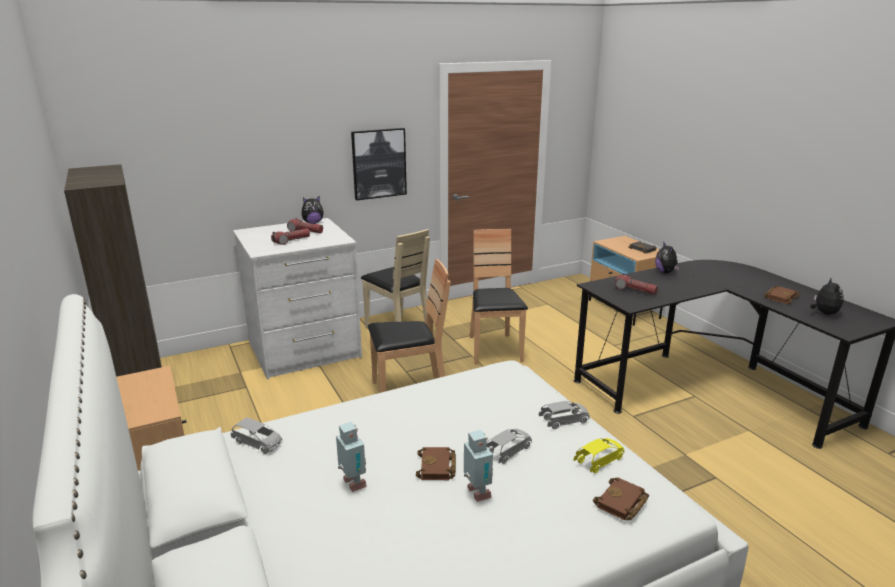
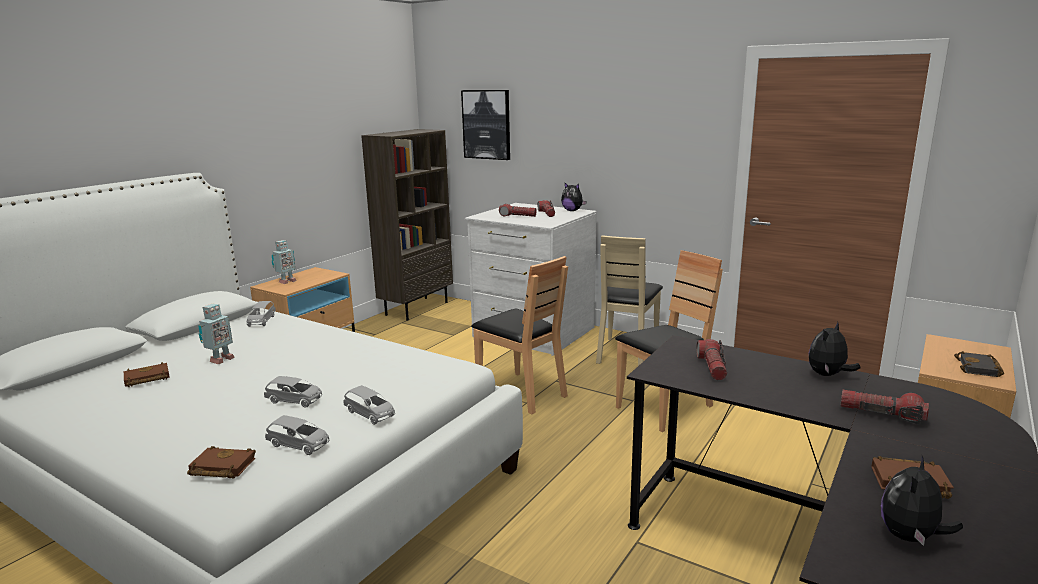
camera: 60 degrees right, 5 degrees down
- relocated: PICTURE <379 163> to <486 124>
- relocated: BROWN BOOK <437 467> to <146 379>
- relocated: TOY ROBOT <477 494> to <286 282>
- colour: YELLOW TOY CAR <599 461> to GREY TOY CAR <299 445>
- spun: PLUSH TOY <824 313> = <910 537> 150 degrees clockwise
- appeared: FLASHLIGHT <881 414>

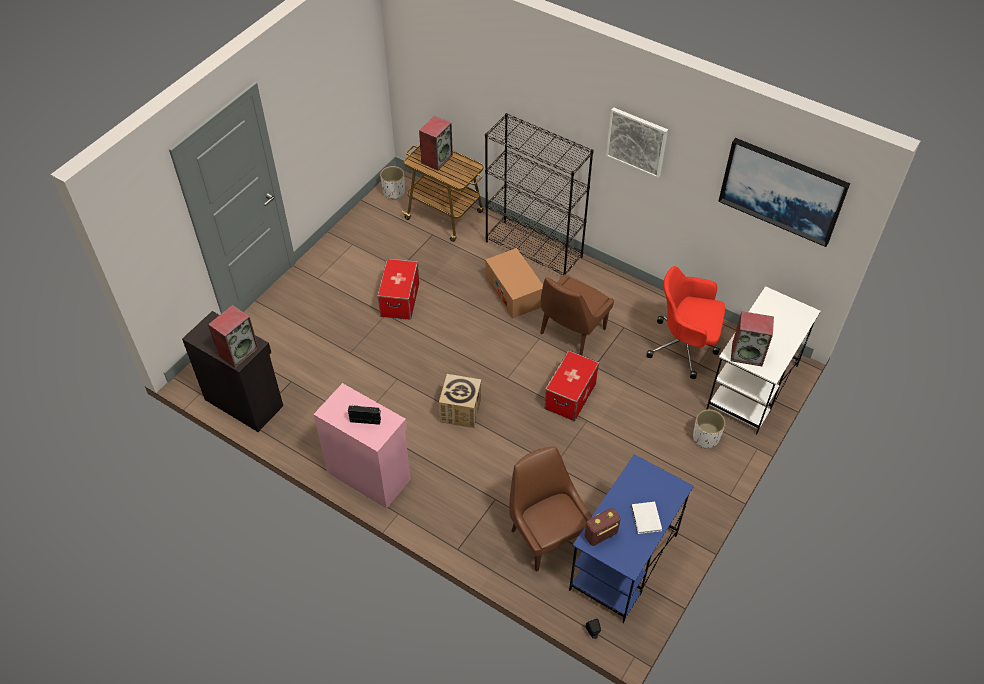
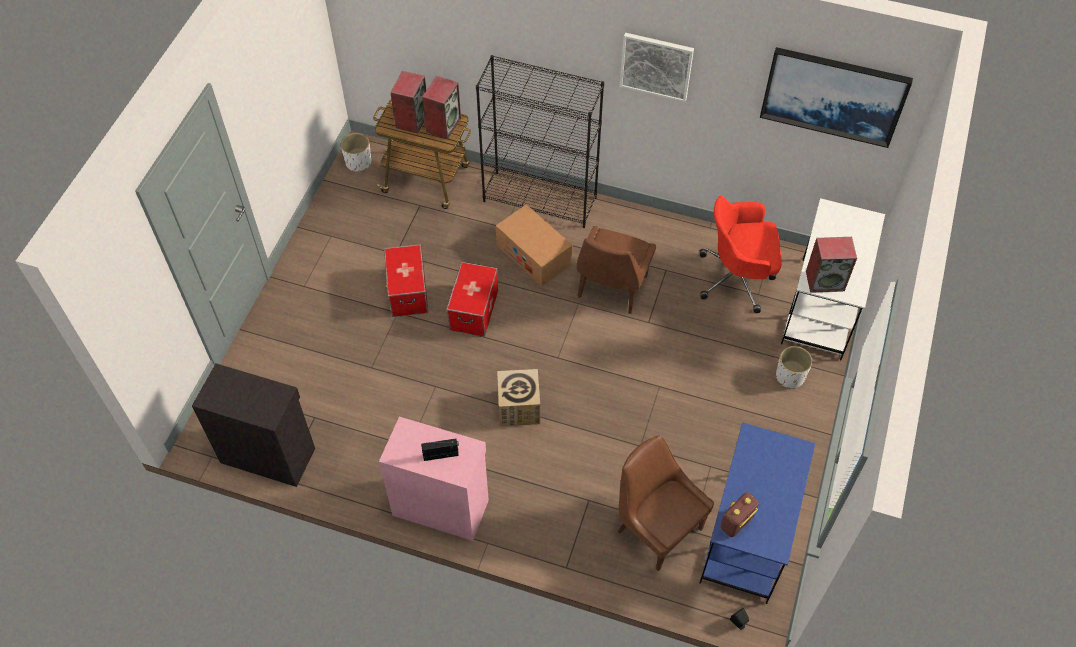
camera: 15 degrees left, 5 degrees up
- relocated: SPEAKER <238 351> to <443 124>
- relocated: STORAGE BOX <570 396> to <474 310>
- missing: WHITE BOOK <646 519>

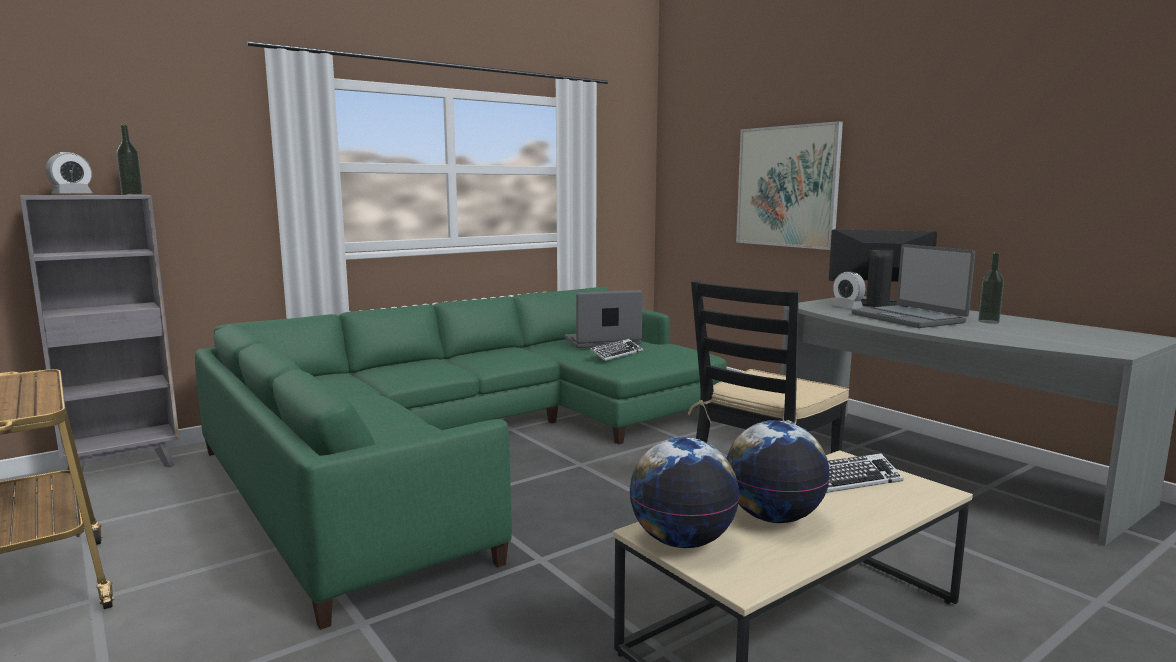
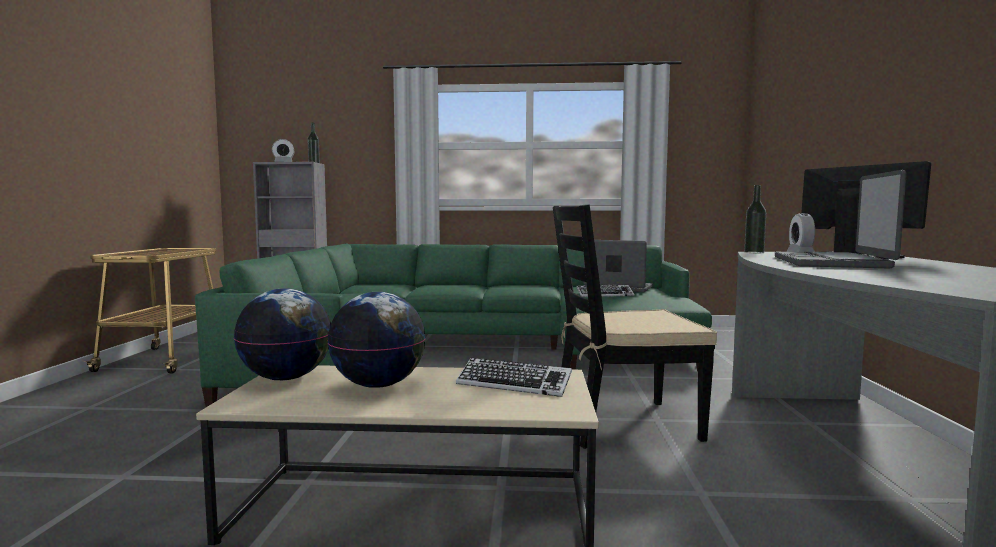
camera: 40 degrees right, 5 degrees down
- missing: PICTURE <787 186>
- relocated: BOTTLE <988 321> to <754 252>

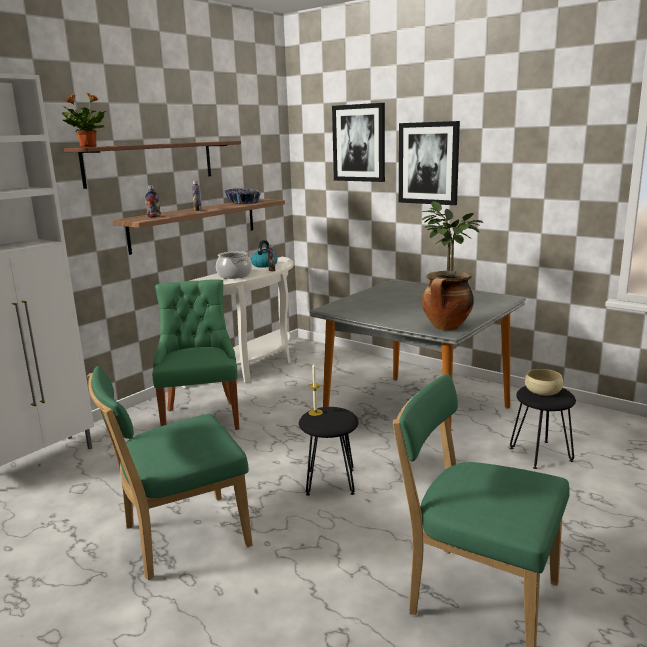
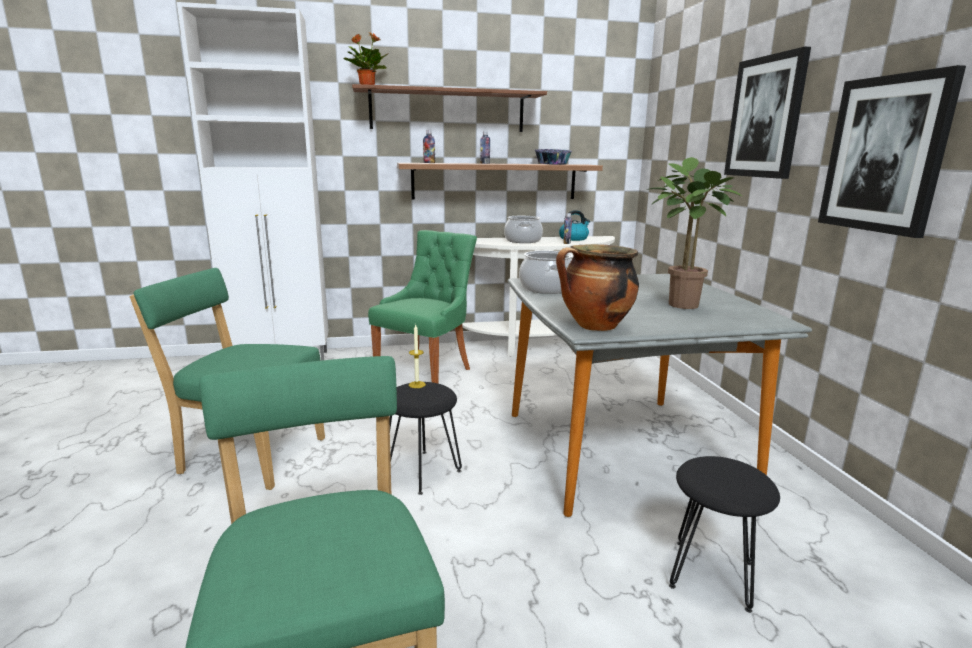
camera: 40 degrees right, 0 degrees up
- relocated: PICTURE <359 143> to <885 155>
- missing: BEIGE BOWL <543 391>
- appeared: COOKING POT <546 288>

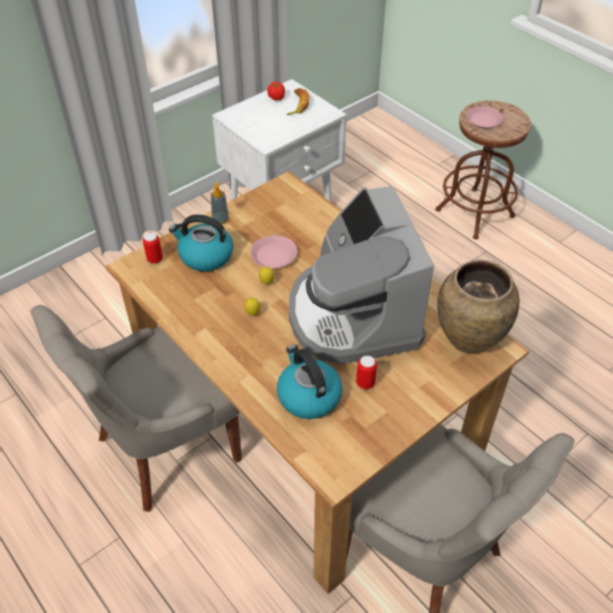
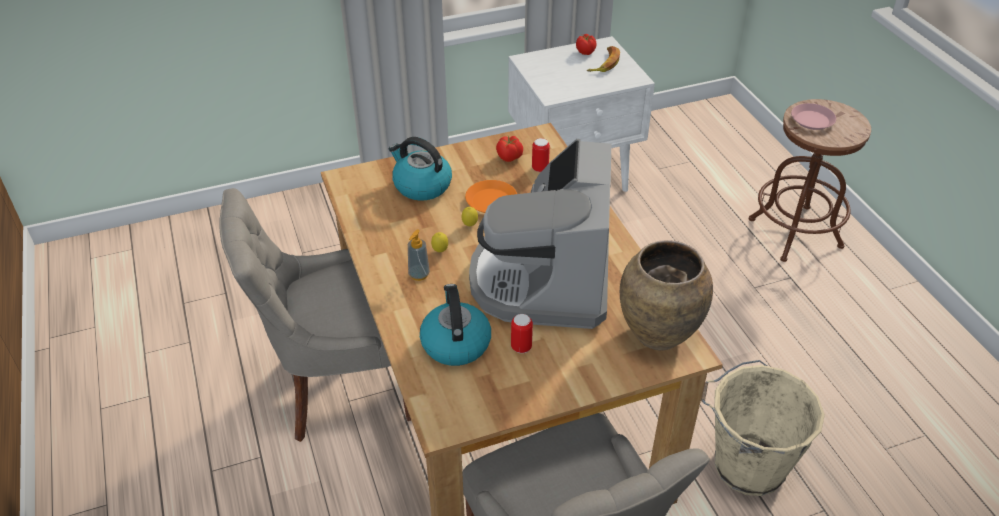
camera: 20 degrees right, 5 degrees down
- relocated: CAN <155 259> to <540 168>
- relocated: SOAP DISPENSER <220 220> to <419 274>
- colour: PINK PLATE <273 255> to ORANGE PLATE <491 201>
- appeared: TOMATO <509 157>
- appeared: BEIGE BUCKET <746 465>

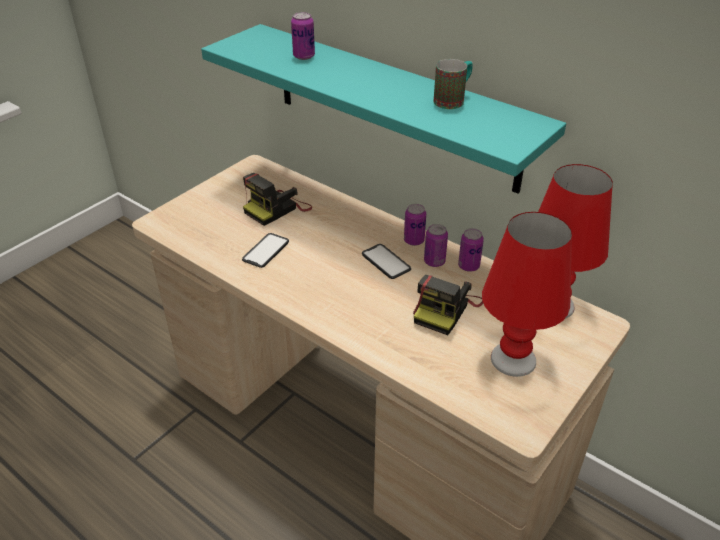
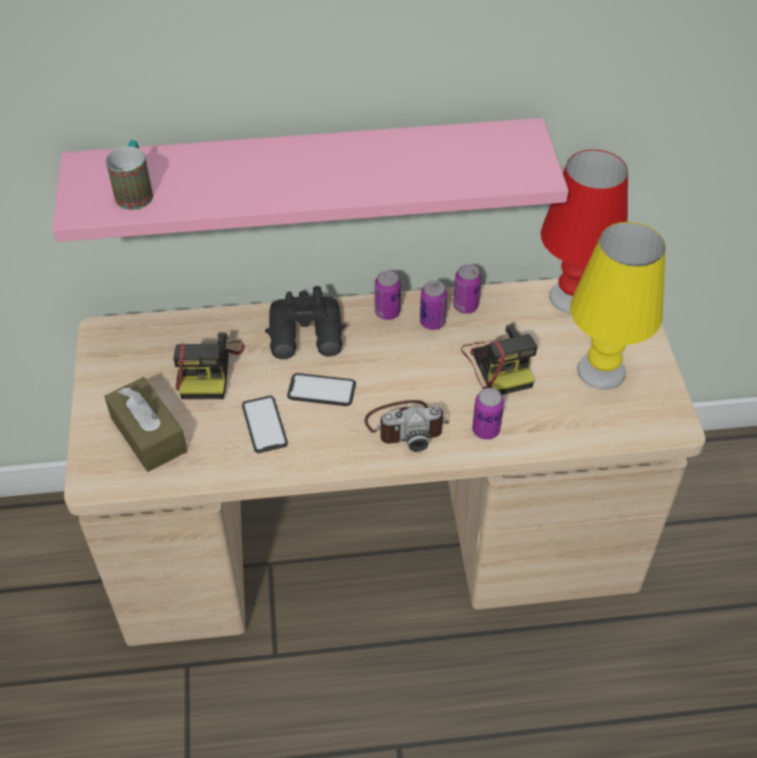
camera: 45 degrees left, 10 degrees up
- colour: TURQUOISE SHELF <393 106> to PINK SHELF <308 178>
- relocated: CAN <304 56> to <486 430>
- relocated: PHONE <386 262> to <321 390>
- relocated: MUG <453 100> to <135 191>
- colour: RED TABLE LAMP <514 359> to YELLOW TABLE LAMP <601 370>
- appeared: BROWN TISSUE BOX <148 434>
- appeared: BLACK BINOCULARS <307 337>
- appeared: PHOTO CAMERA <406 426>

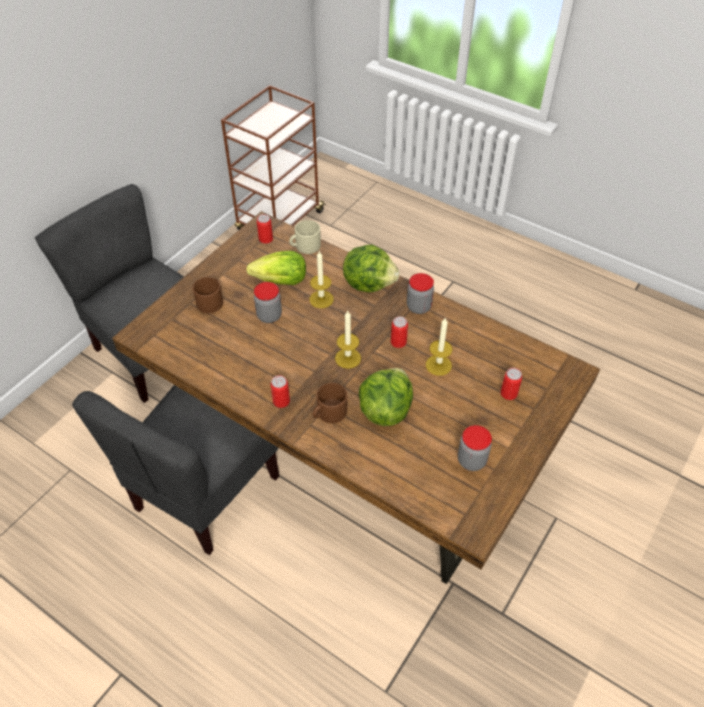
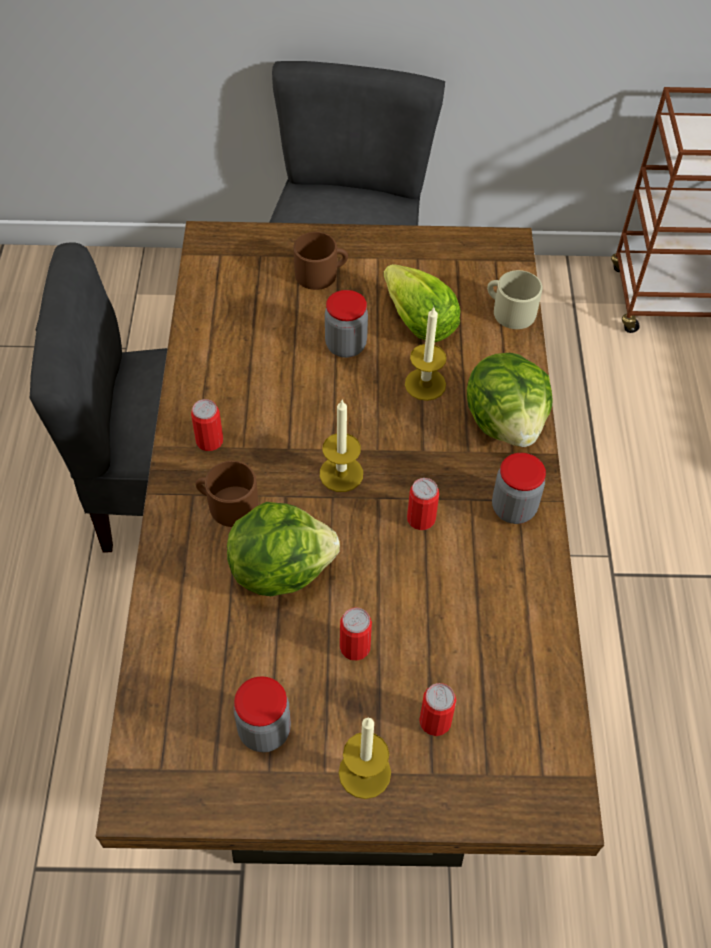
camera: 55 degrees right, 5 degrees up
- relocated: CAN <266 239> to <355 647>
- relocated: CANDLE <438 365> to <364 772>

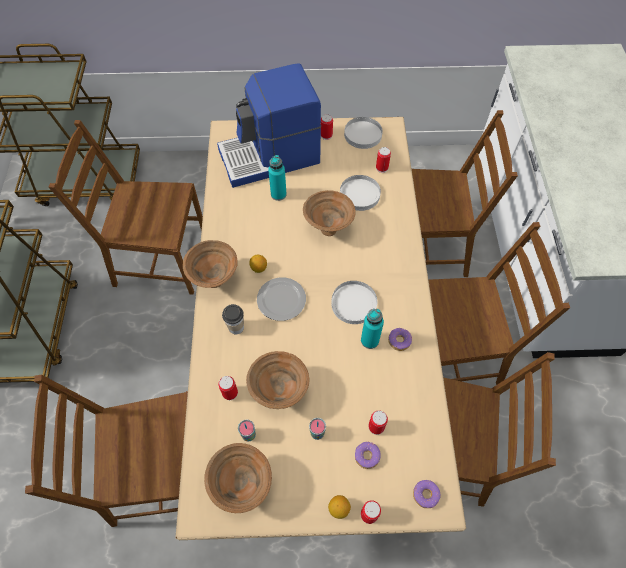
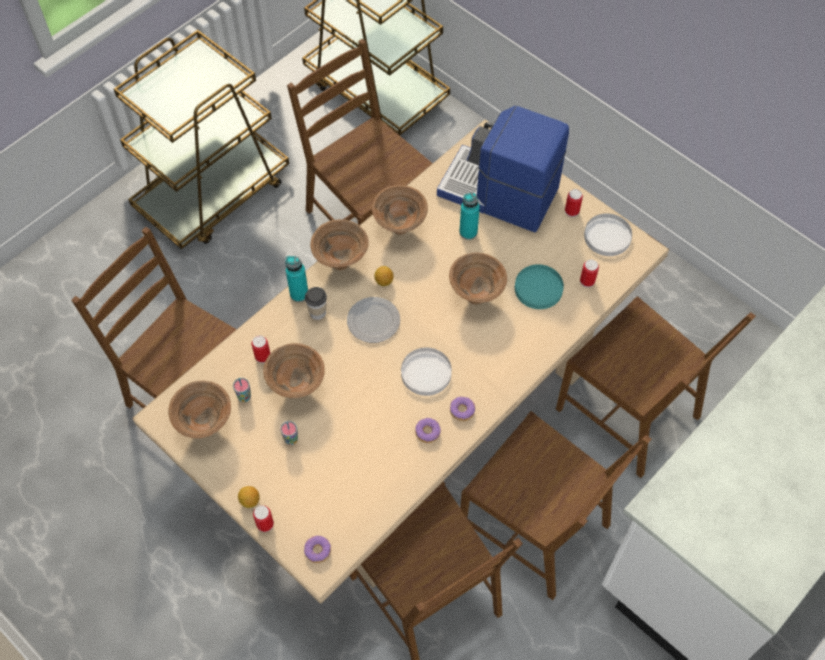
camera: 45 degrees right, 0 degrees up
- colour: WHITE PLATE <359 194> to TURQUOISE PLATE <538 288>
- relocated: DONUT <366 456> to <462 410>
- relocated: TURQUOISE BOTTLE <369 340> to <299 294>
- missing: CAN <376 427>
- appeared: BROWN BOWL <400 228>

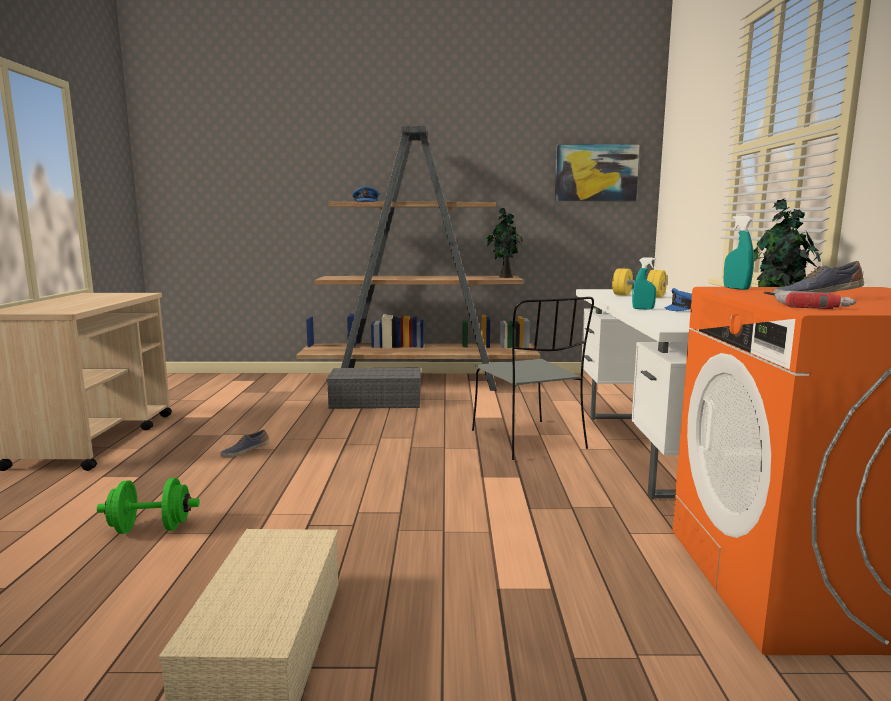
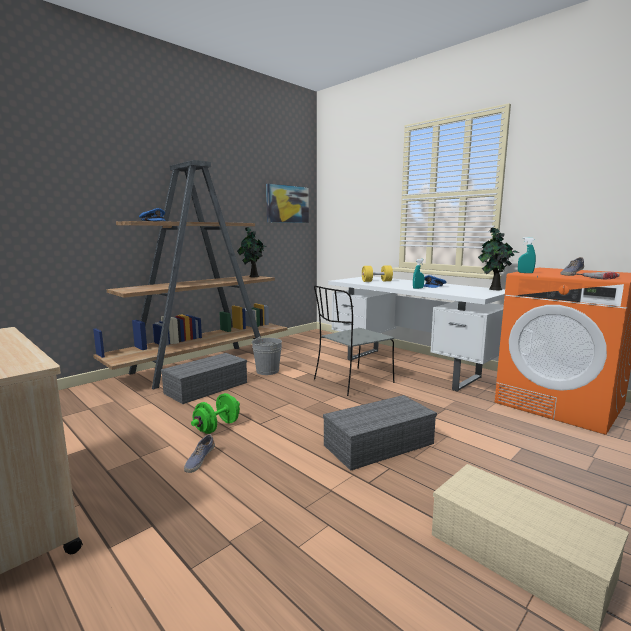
camera: 45 degrees left, 0 degrees up
- relocated: GREEN DUMBBELL <151 528> to <217 427>
- spun: GREY CHAIR <529 440> = <352 382> 120 degrees clockwise
- appeared: GREY BUCKET <267 371>
- appeared: GREY STORAGE BOX <379 443>

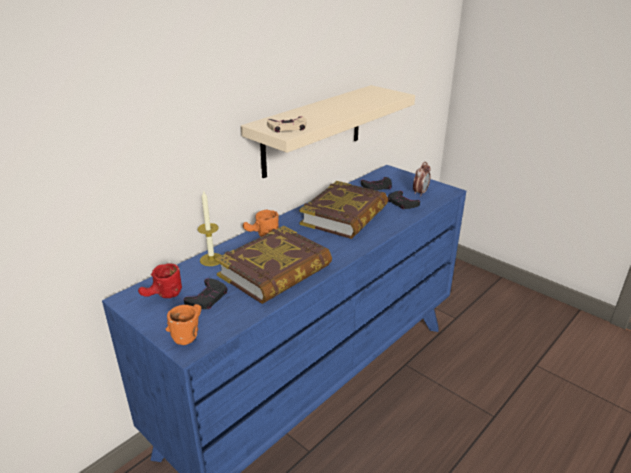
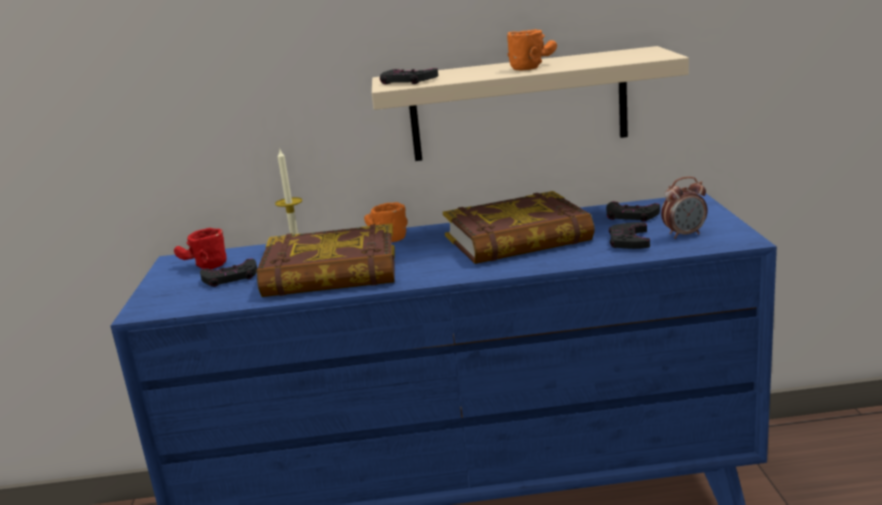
camera: 45 degrees right, 10 degrees down
- relocated: ORANGE MUG <188 331> to <533 66>
- colour: BEIGE GAME CONTROLLER <287 128> to BLACK GAME CONTROLLER <407 81>

